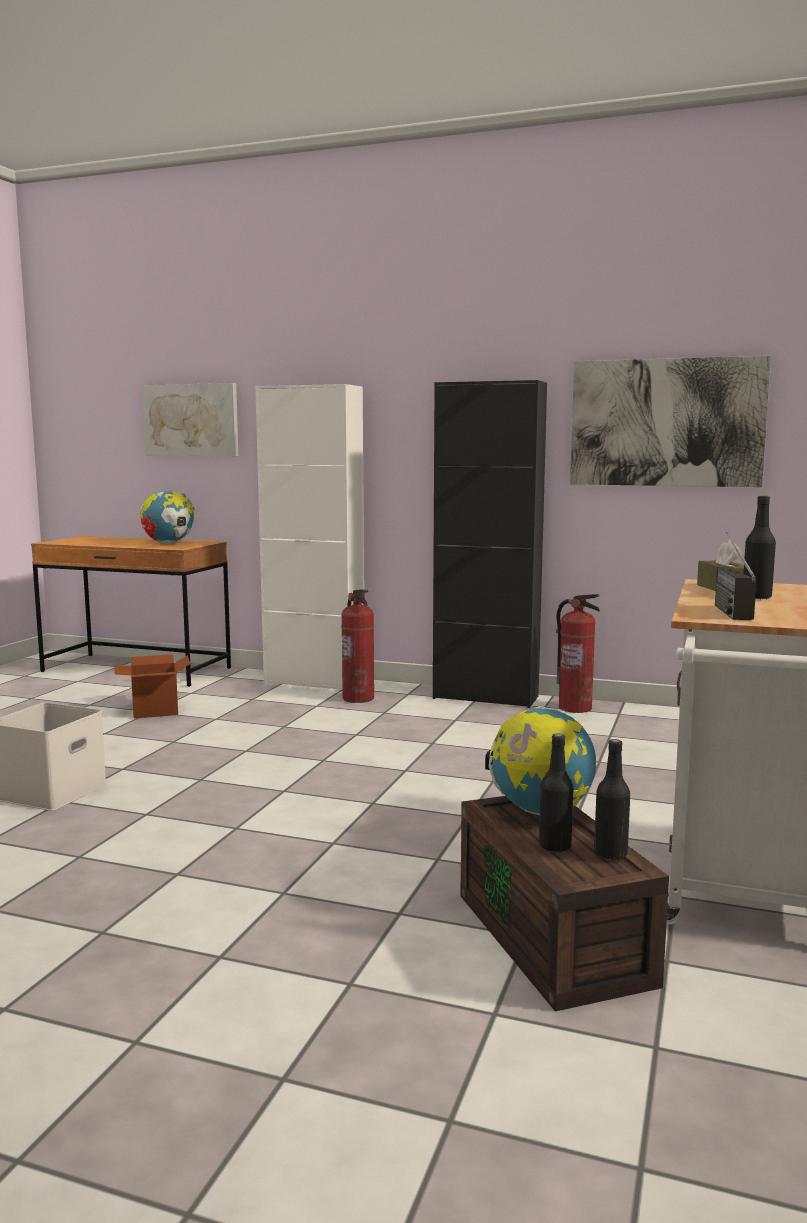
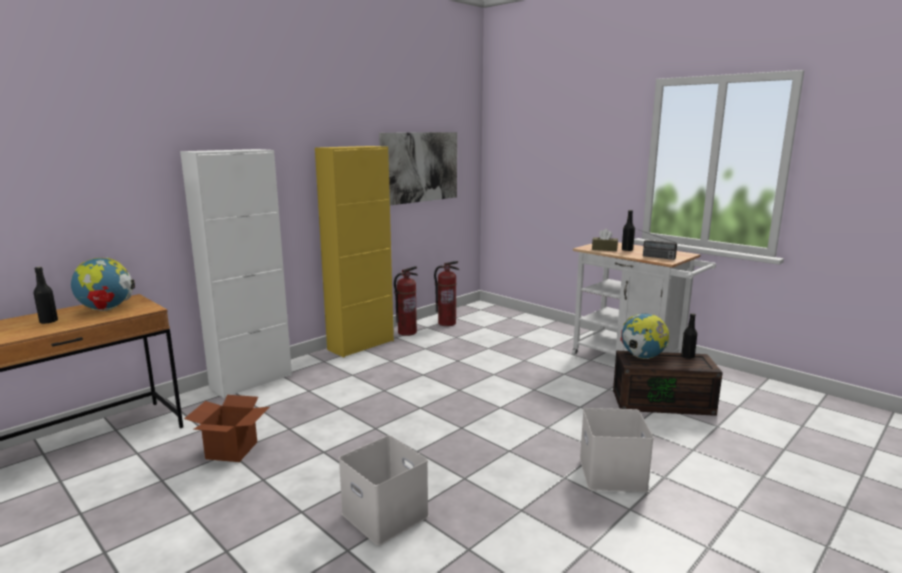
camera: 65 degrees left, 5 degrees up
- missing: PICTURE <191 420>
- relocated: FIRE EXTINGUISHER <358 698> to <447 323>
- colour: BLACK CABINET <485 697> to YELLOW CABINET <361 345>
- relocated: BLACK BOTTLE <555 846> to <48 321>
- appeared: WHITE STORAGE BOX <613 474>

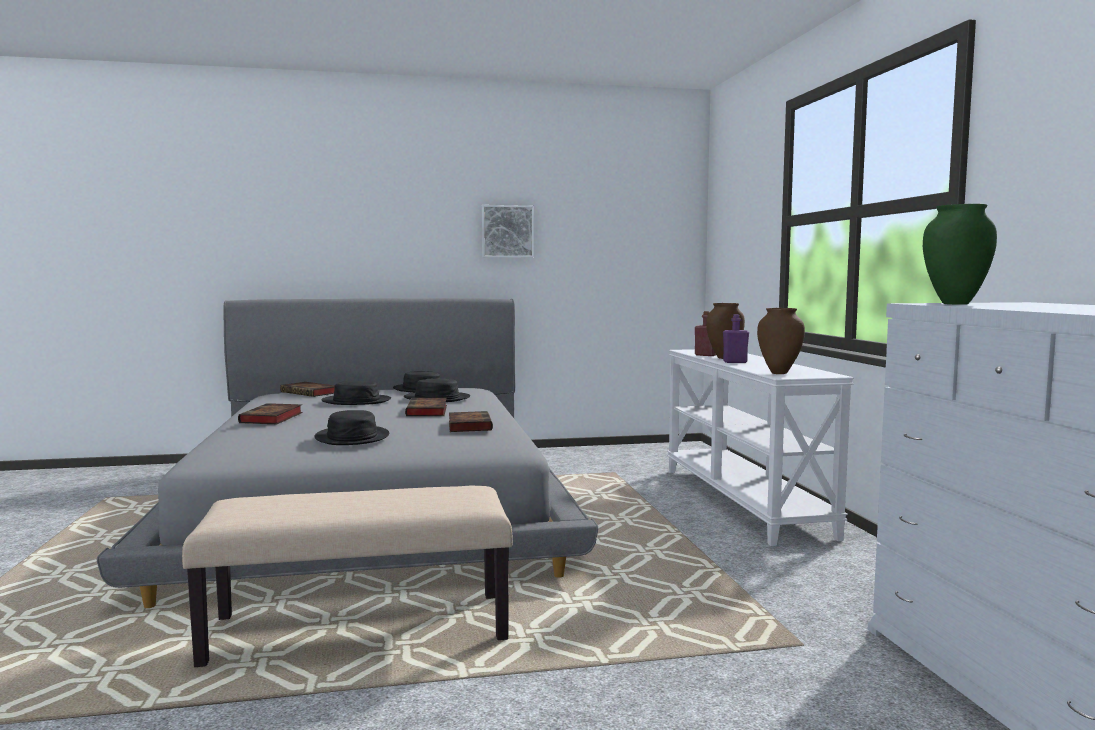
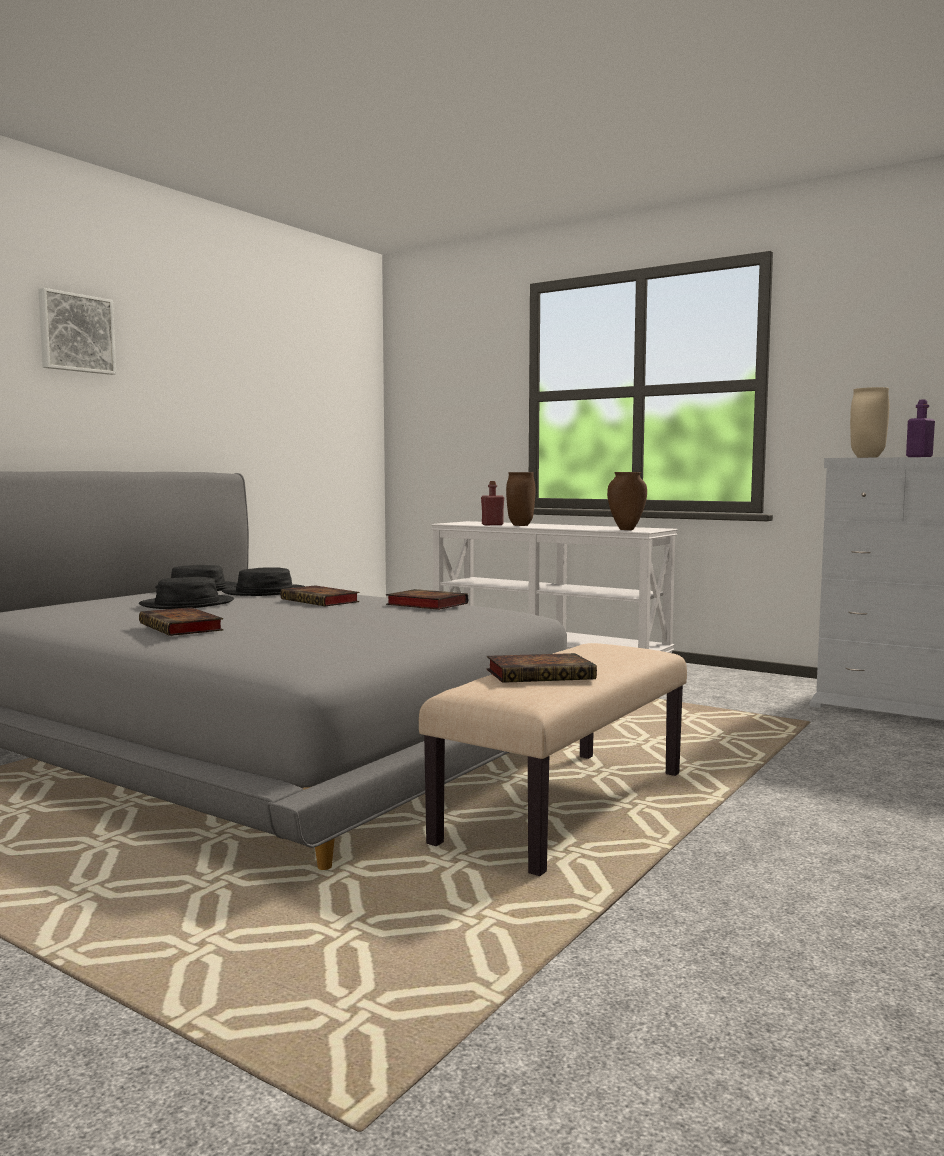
camera: 45 degrees left, 0 degrees up
- relocated: BOOK <310 393> to <542 675>
- missing: BLACK HAT <352 437>
- relocated: PICTURE <507 231> to <76 333>
- relocated: PURPLE BOTTLE <735 362> to <919 457>
- colour: GREEN VASE <955 304> to BEIGE VASE <868 457>

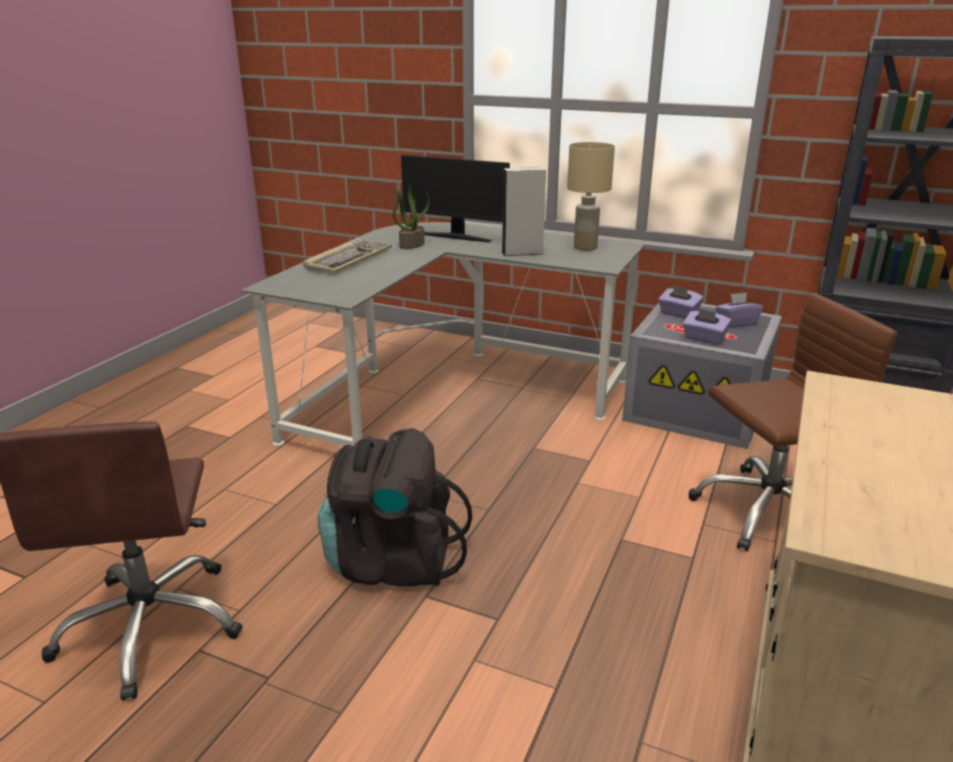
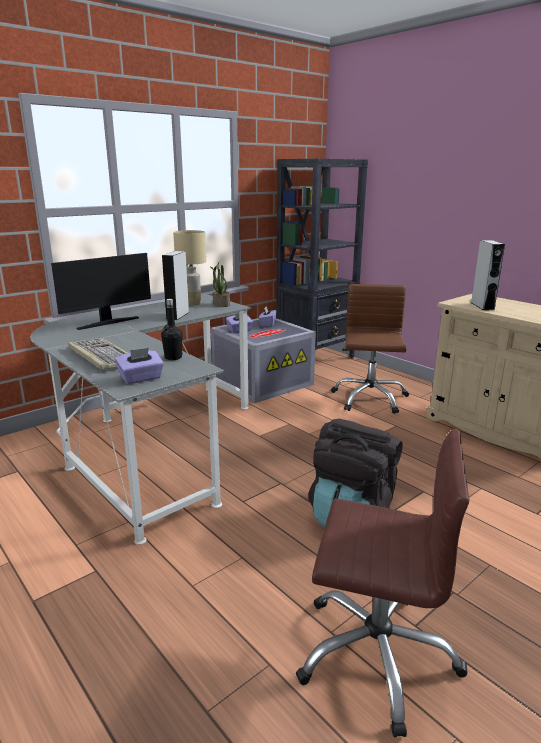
camera: 65 degrees left, 5 degrees down
- relocated: POTTED PLANT <411 245> to <220 304>
- relocated: PURPLE TISSUE BOX <704 339> to <141 378>
- appeared: BLACK BOTTLE <173 357>
- appeared: GREY SPEAKER <482 306>

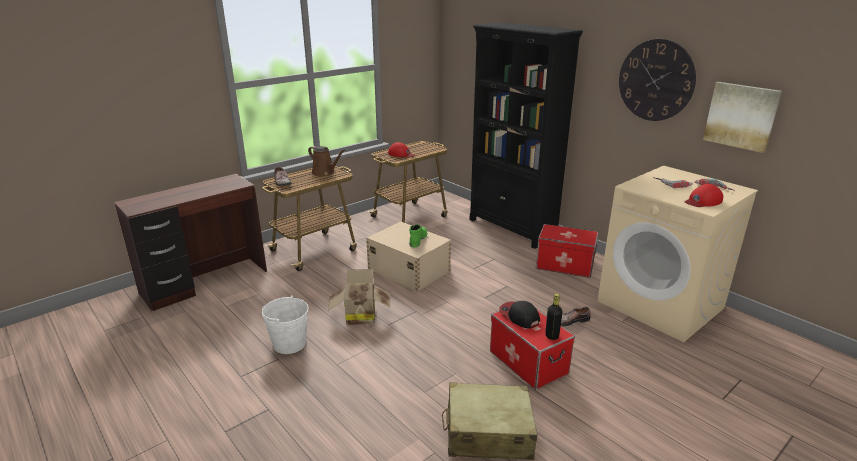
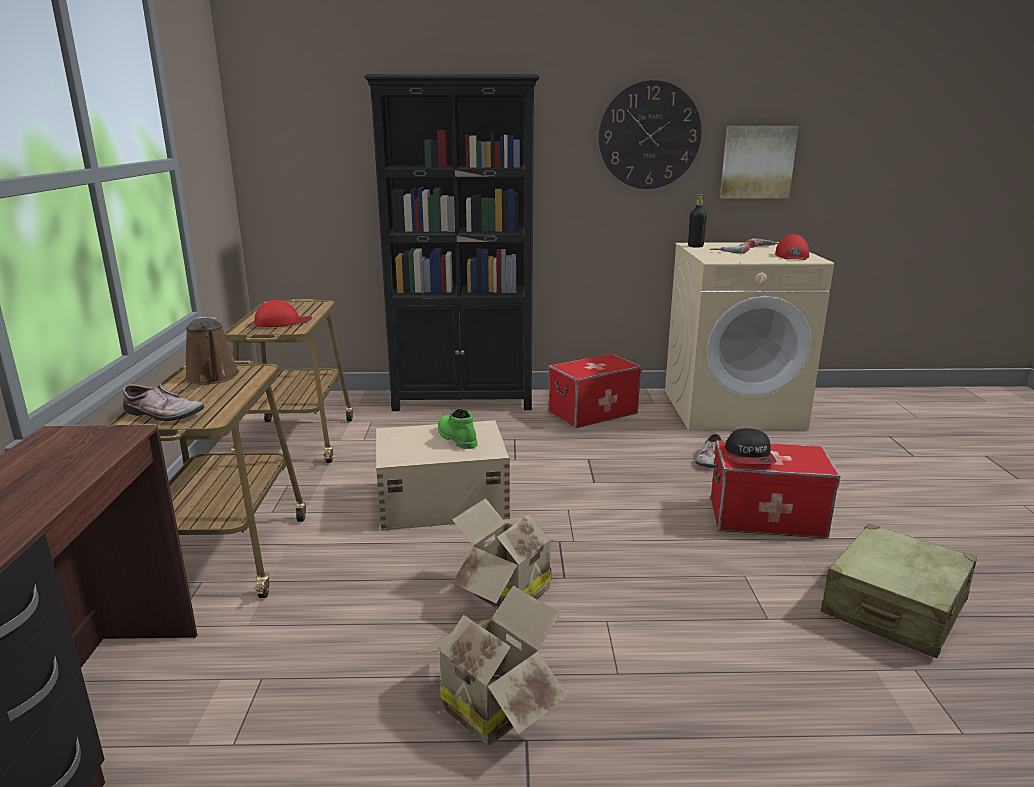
camera: 50 degrees left, 5 degrees down
- exchanged: WHITE BUCKET <289 344> to CARDBOARD BOX <493 705>
- spun: BROWN WATERING CAN <325 173> = <213 377> 75 degrees clockwise
- spun: CAP <519 316> = <749 456> 90 degrees counterclockwise
- relocated: BLACK BOTTLE <552 336> to <695 246>

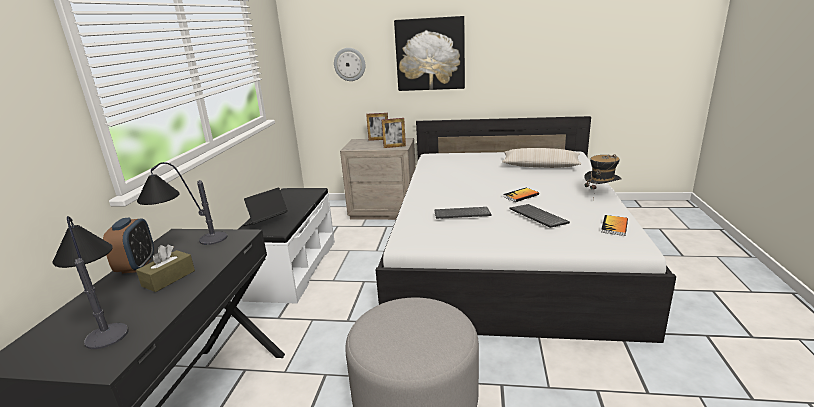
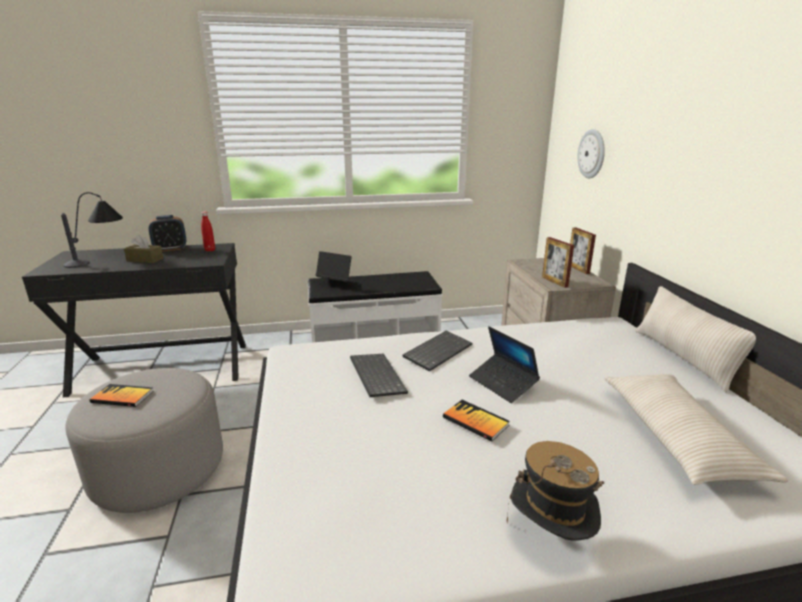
camera: 70 degrees right, 0 degrees up
- exchanged: TABLE LAMP <186 239> to RED BOTTLE <210 250>
- missing: PICTURE <430 54>
- relocated: KEYBOARD <537 217> to <437 351>
- relocated: BOOK <614 226> to <122 397>
- appeared: LAPTOP <502 383>
- appeared: BEIGE PILLOW <683 357>

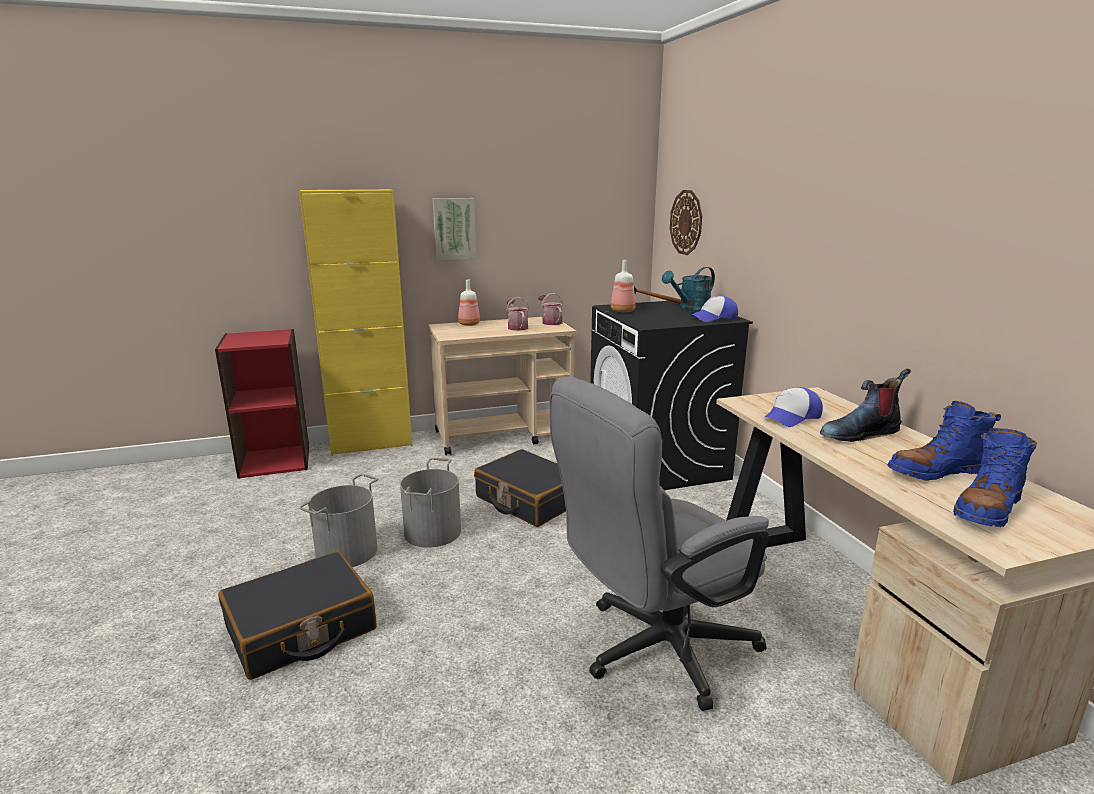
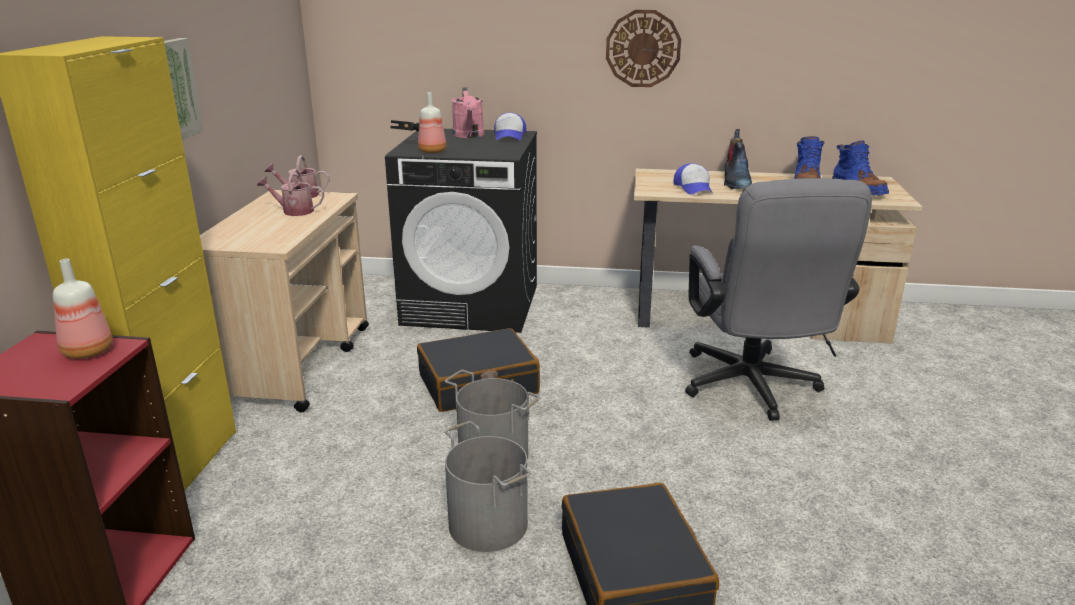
camera: 65 degrees left, 5 degrees up
- relocated: BOTTLE <468 324> to <88 352>
- colour: TURQUOISE WATERING CAN <690 310> to PINK WATERING CAN <469 136>
- relocated: WALL CLOCK <686 222> to <643 48>

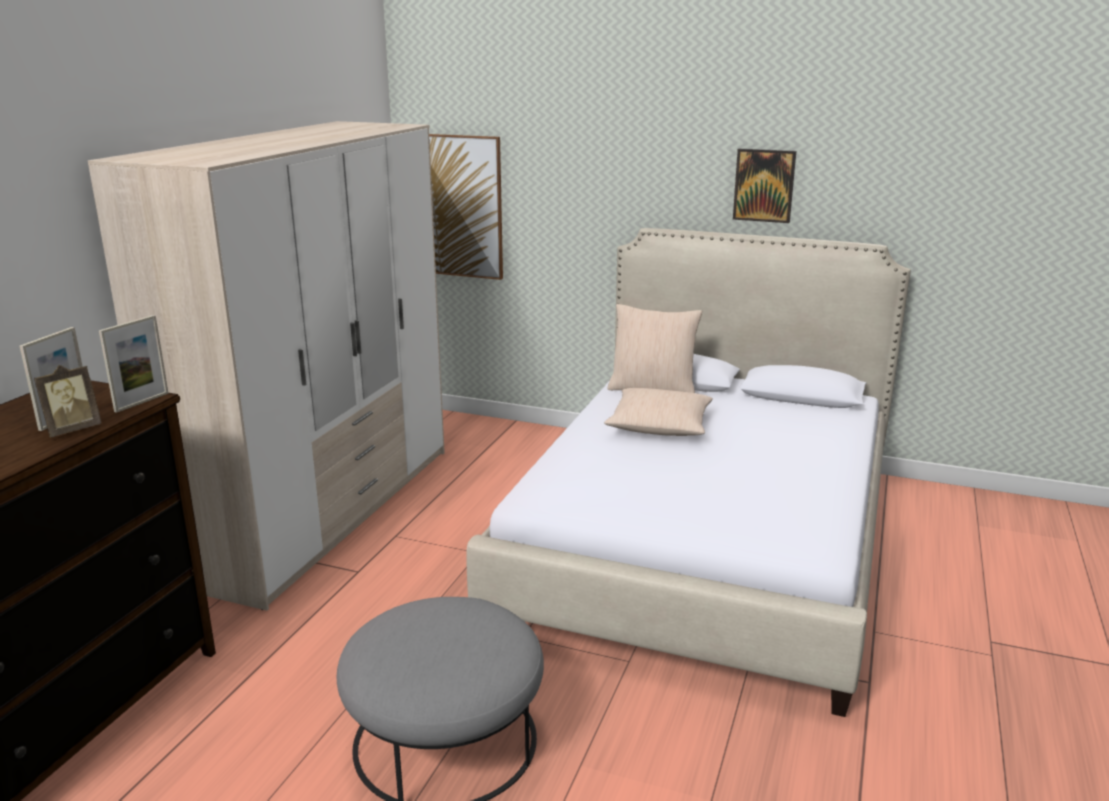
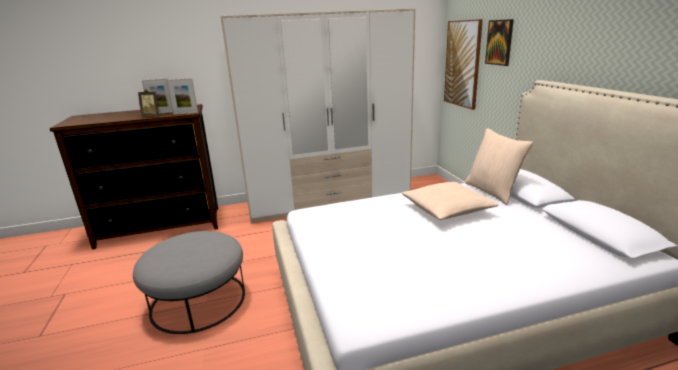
camera: 55 degrees right, 0 degrees up
- relocated: PICTURE <764 185> to <499 42>

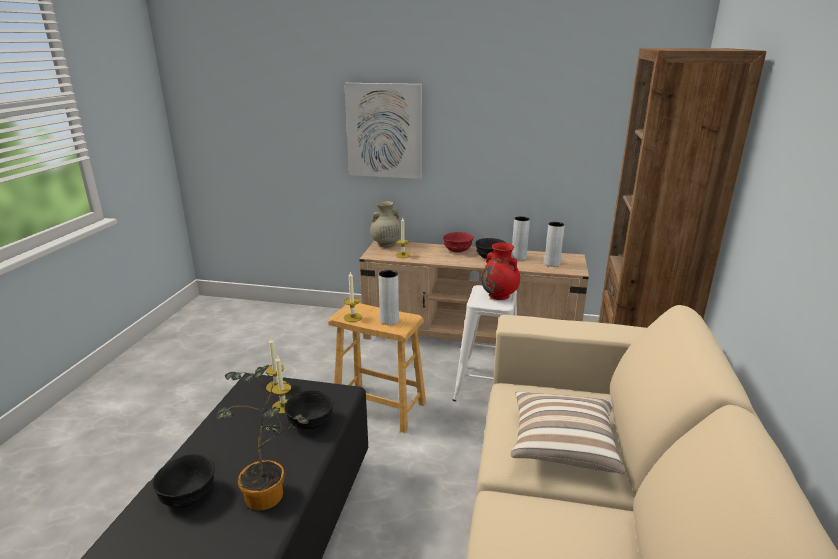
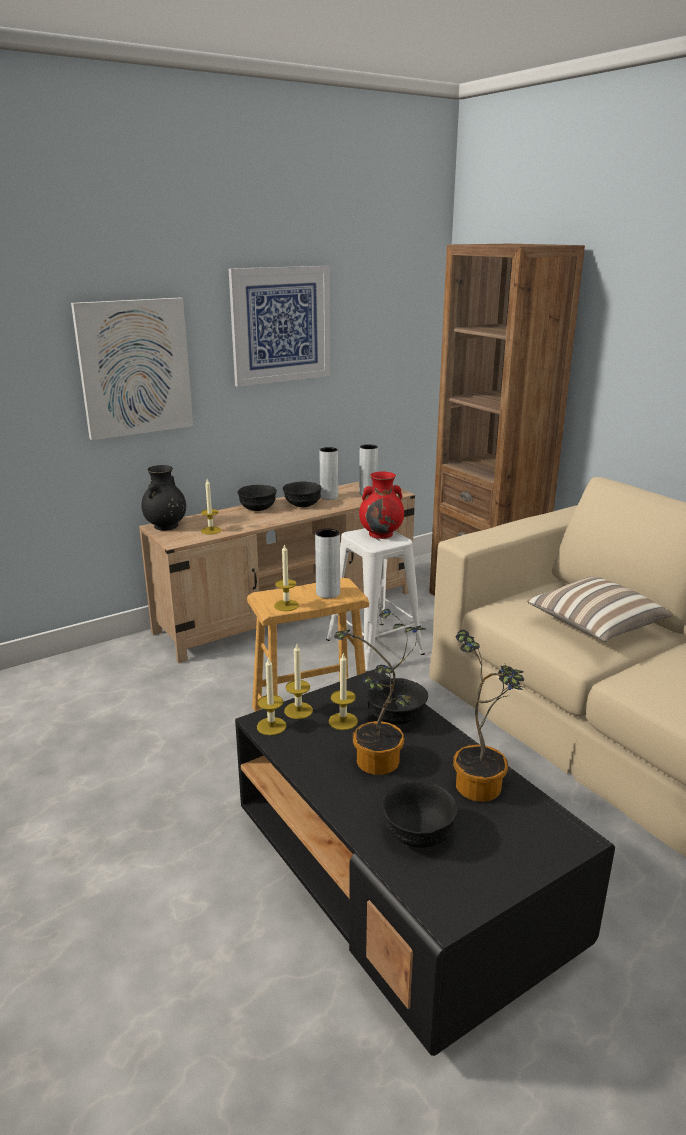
camera: 45 degrees left, 0 degrees up
- colour: BEIGE VASE <386 244> to BLACK VASE <165 526>
- colour: RED BOWL <458 250> to BLACK BOWL <258 508>
- appeared: PICTURE <281 325>
- appeared: CANDLE <271 726>
- appeared: POTTED PLANT <379 766>

